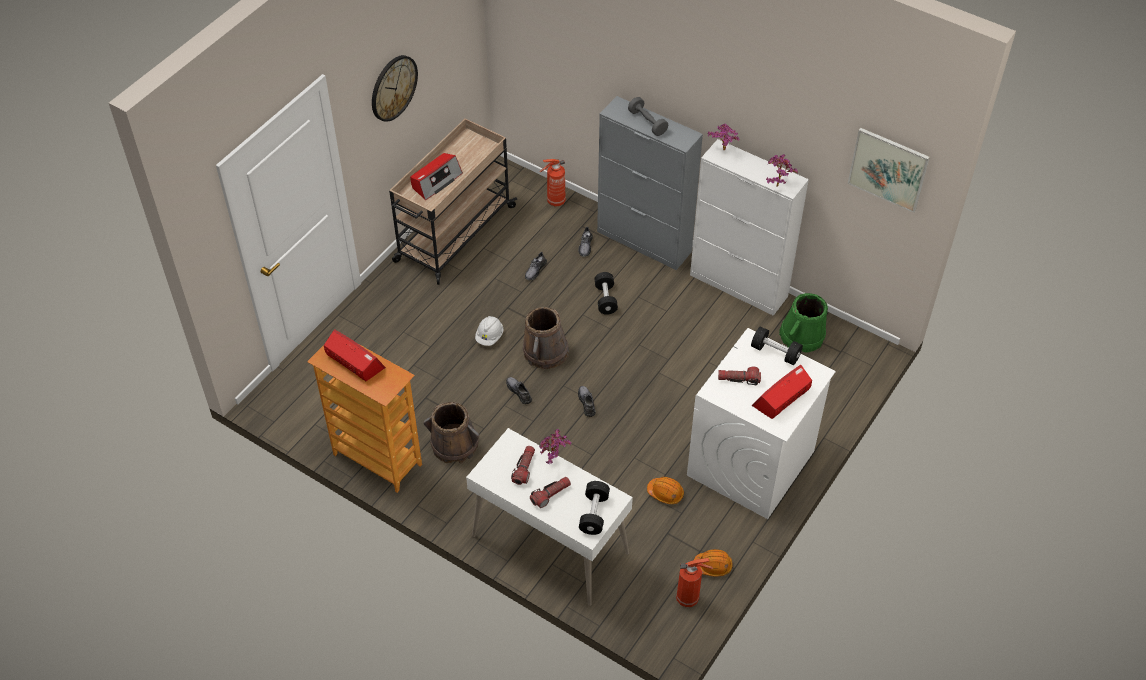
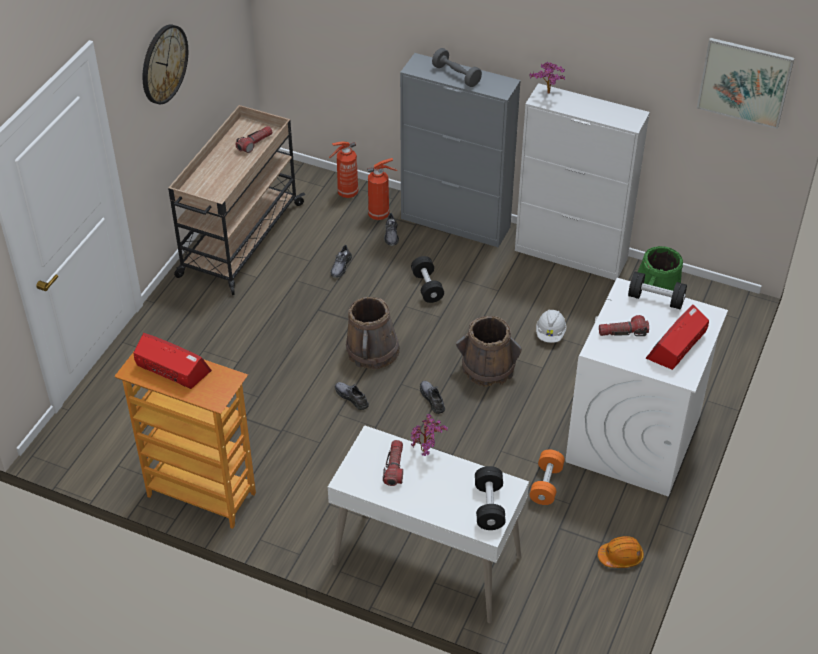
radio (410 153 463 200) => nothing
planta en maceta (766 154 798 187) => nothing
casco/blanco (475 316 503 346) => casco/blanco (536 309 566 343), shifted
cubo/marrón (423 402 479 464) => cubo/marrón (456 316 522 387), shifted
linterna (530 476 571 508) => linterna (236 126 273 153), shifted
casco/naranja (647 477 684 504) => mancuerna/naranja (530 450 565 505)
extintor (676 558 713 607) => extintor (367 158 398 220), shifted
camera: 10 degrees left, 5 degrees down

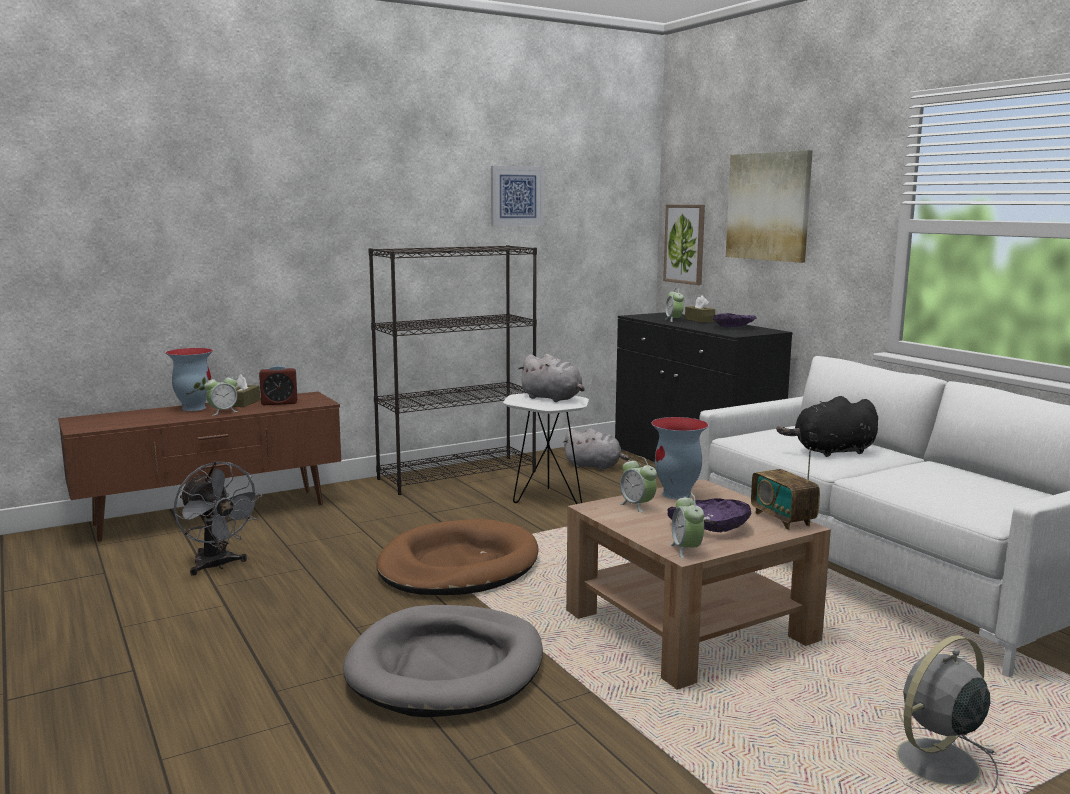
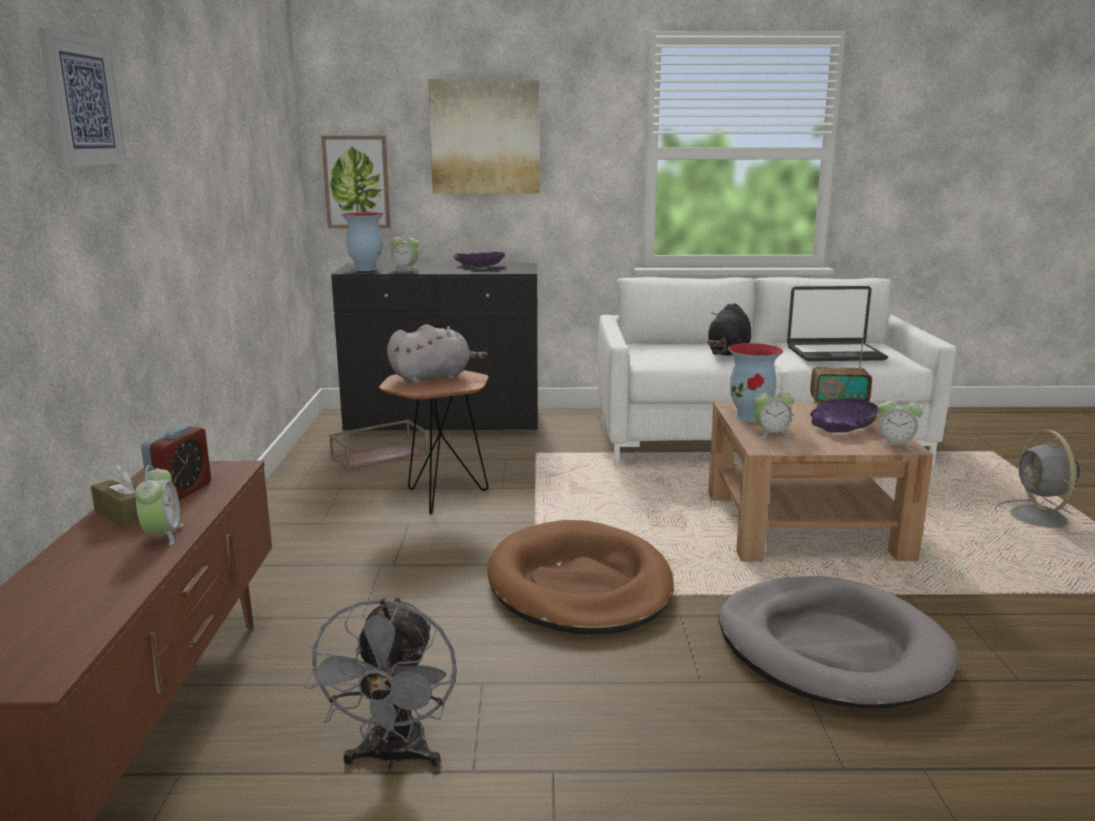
cuadro (491 166 544 226) => cuadro (38 28 127 166), shifted
estantería/negro (368 245 537 495) => nothing
caja de pañuelos/marrón (685 295 715 323) => nothing
florero (166 348 213 411) => florero (341 212 384 271), shifted
mesa auxiliar/blanco (503 393 589 504) => mesa auxiliar/marrón (379 370 489 515)
peluche/gris (563 428 630 470) => bandeja/marrón (329 420 428 470)
ventilador/gris (174 461 263 576) => ventilador/gris (304 597 457 770), 105 degrees clockwise
nothing => portátil (787 286 888 361)
camera: 60 degrees left, 5 degrees up

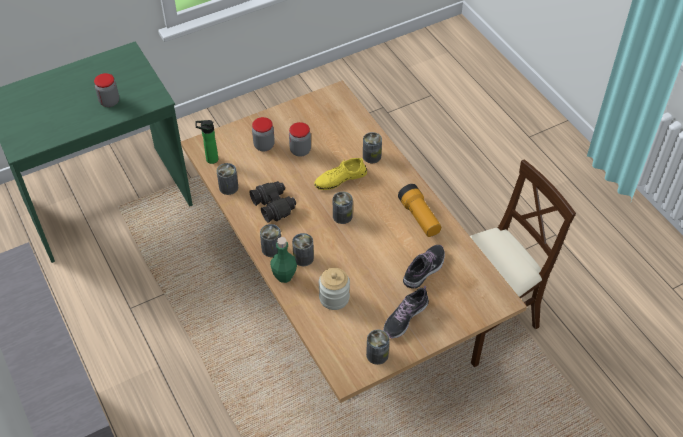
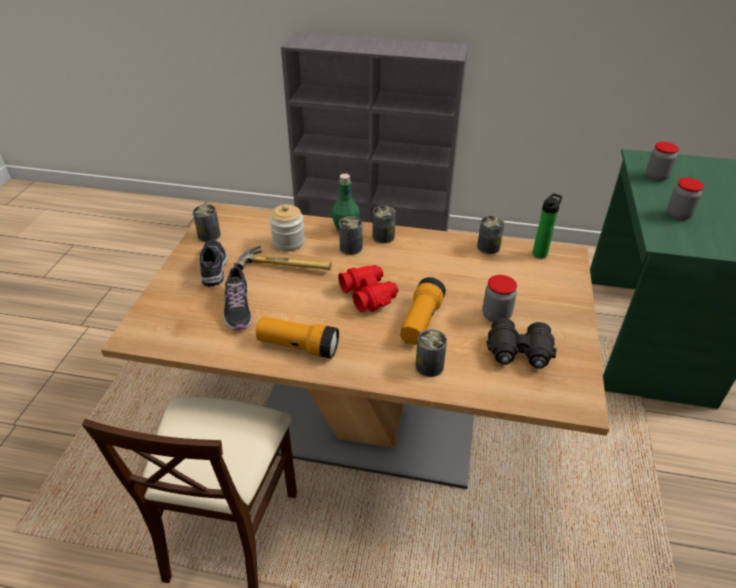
tarro (252 117 275 151) => tarro (646 142 679 181), shifted
zapato/amarillo (314 158 367 190) => linterna (400 277 446 344)
prismáticos/negro (249 181 296 222) => prismáticos/negro (487 318 557 369), shifted
lata (333 192 353 224) => prismáticos/rojo (338 265 398 312)
nothing => martillo (237 245 332 270)
camera: 130 degrees right, 10 degrees down

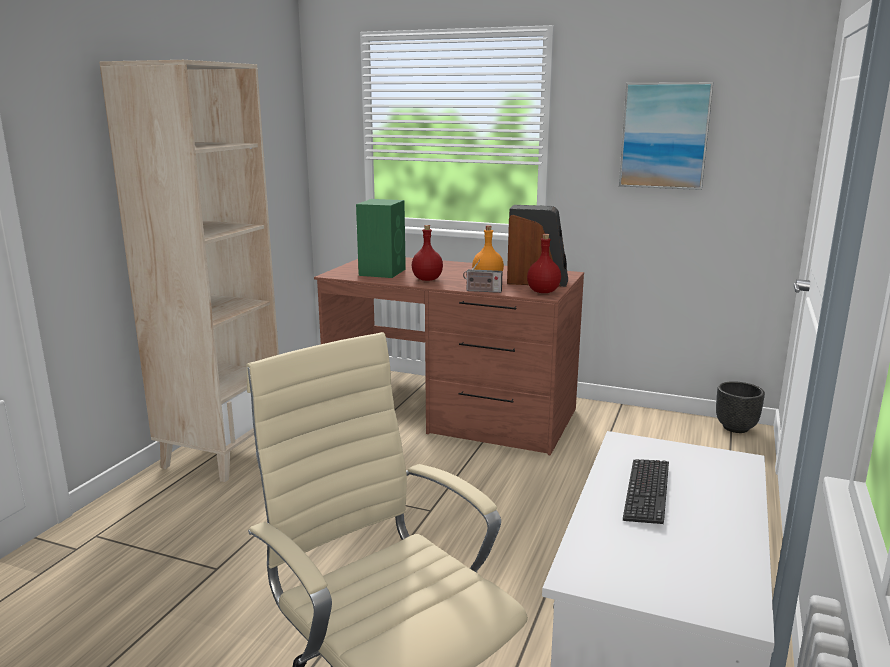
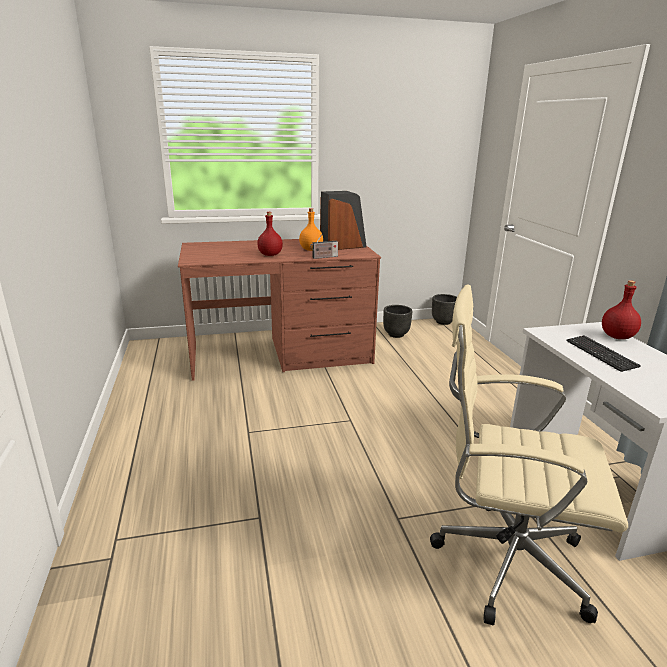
estantería/beis (99 60 279 482) => nothing
cuadro (619 82 713 190) => nothing
altavoz/verde (356 199 406 278) => nothing
botella/rojo (527 234 561 293) => botella/rojo (602 280 641 339), shifted
nothing => maceta/negro (383 305 412 338)
camera: 35 degrees left, 5 degrees up

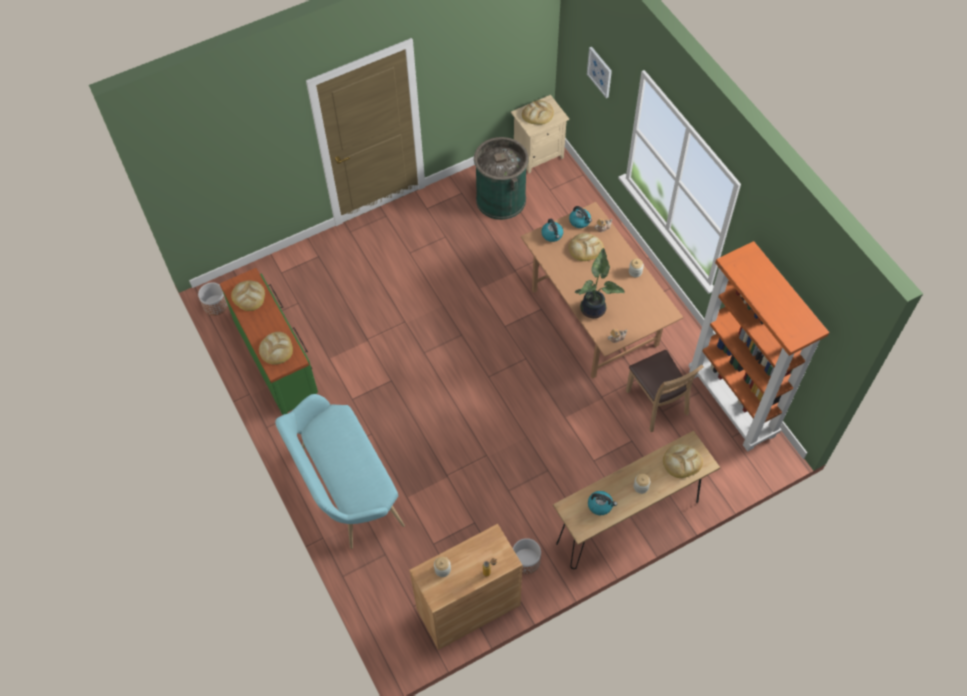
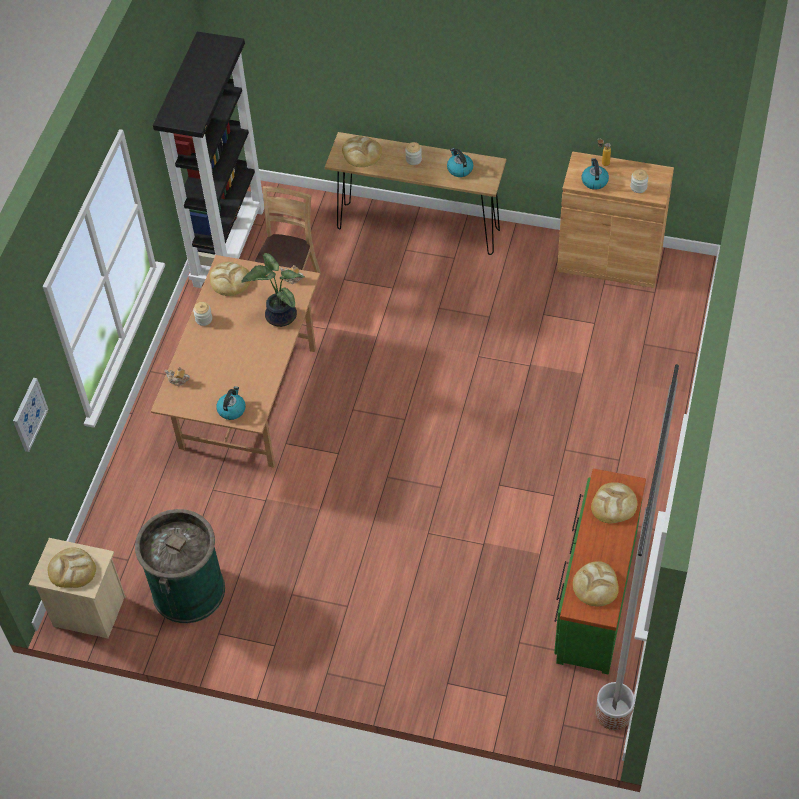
hervidor (569 206 592 228) => hervidor (582 158 609 190), shifted
pan (568 233 604 261) => pan (210 262 251 296), shifted
estantería/naranja (688 241 829 451) => estantería/negro (153 32 264 288)
banco/turquesa (275 394 405 549) => nothing
maceta (513 538 541 575) => nothing
camera: 135 degrees left, 5 degrees down

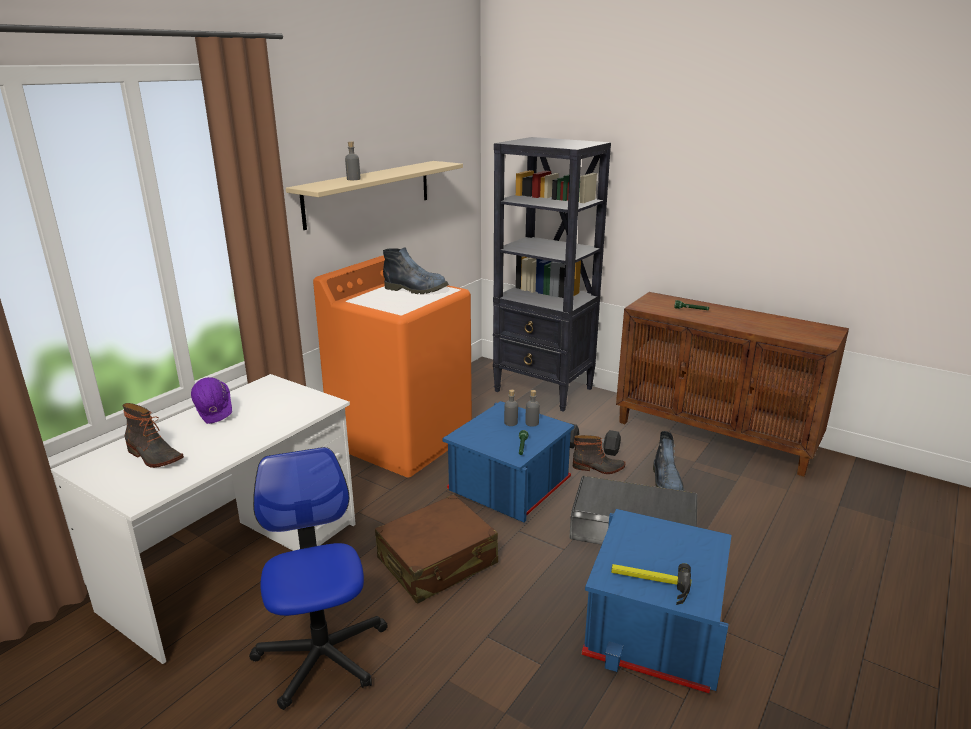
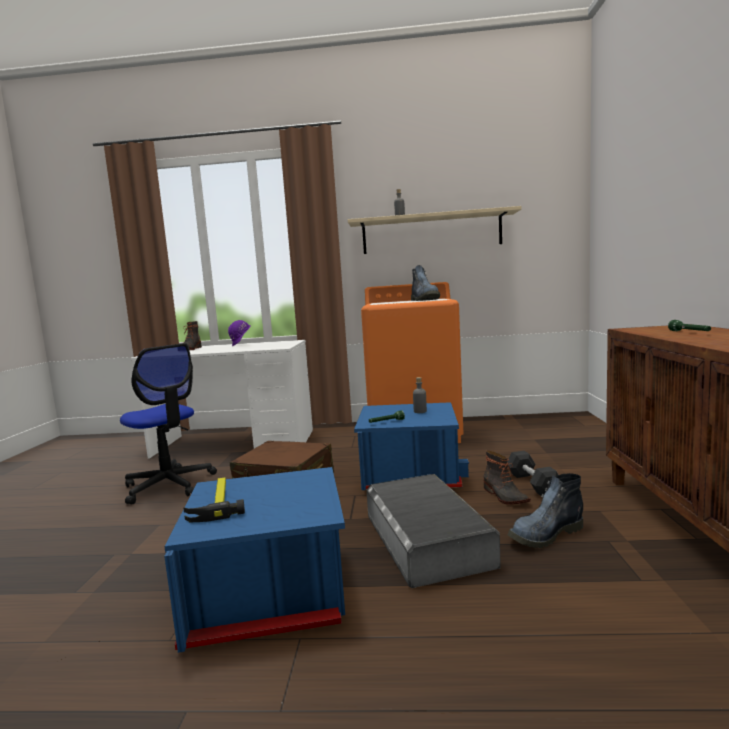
estantería/negro (493 137 611 412) => nothing
botella/gris (525 390 540 427) => nothing
silla de oficina (249 447 388 710) => silla de oficina (120 343 217 504), 90 degrees clockwise
camera: 60 degrees right, 15 degrees down

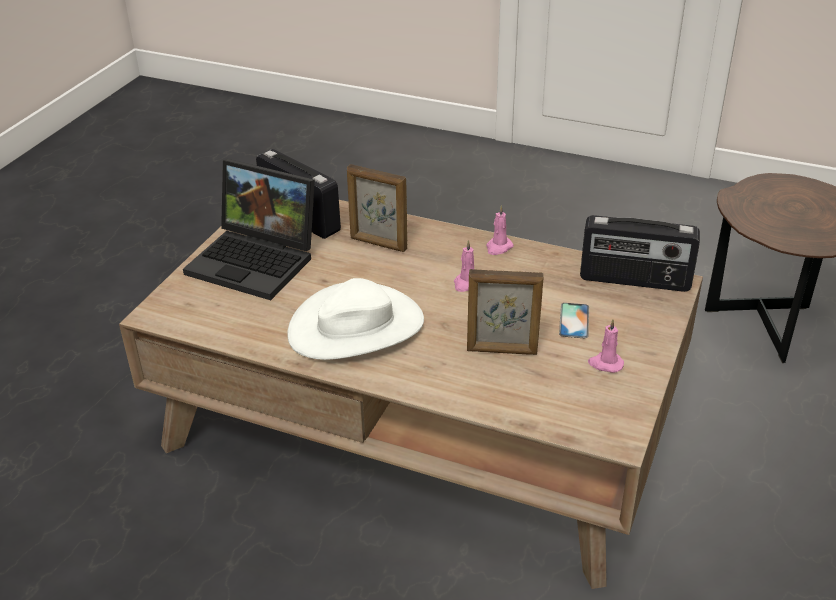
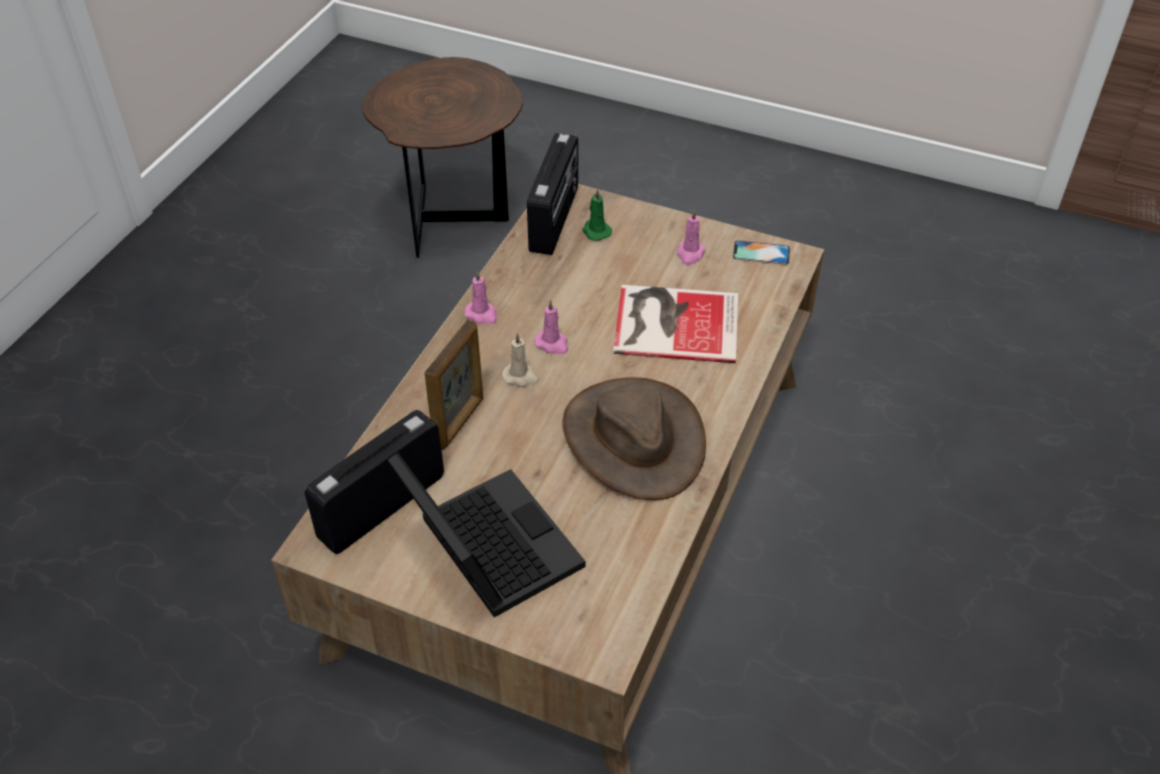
portátil (183 159 315 300) => portátil (388 453 585 617), 60 degrees counterclockwise
portarretratos (467 269 543 355) => libro (613 285 738 363)
sombrero/blanco (287 278 424 360) => sombrero/marrón (562 377 706 500)
móvil (559 303 589 339) => móvil (733 240 790 265), shifted
nothing => vela/verde (582 188 612 241)
nothing => vela/beis (502 333 539 387)
camera: 90 degrees left, 10 degrees up

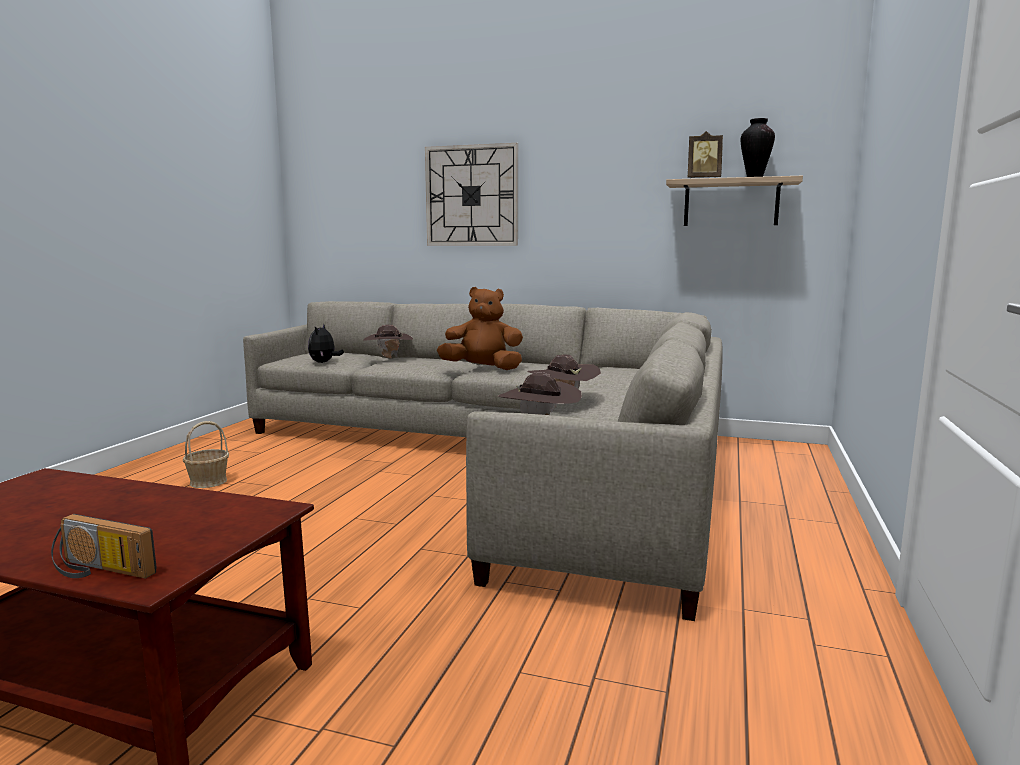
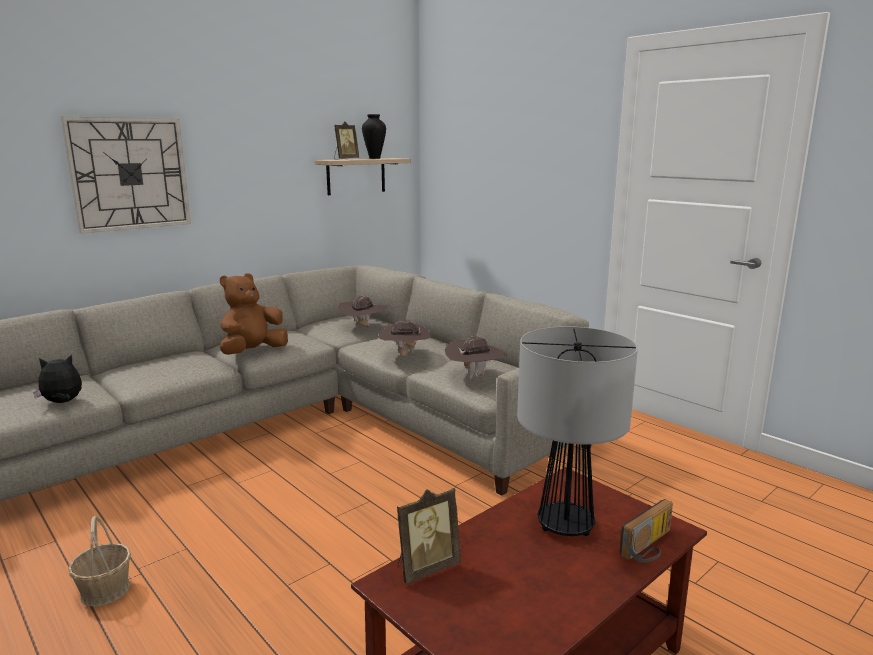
peluche (308 324 344 363) => peluche (33 354 82 403), 120 degrees clockwise
sombrero/marrón (363 325 413 358) => sombrero/marrón (338 296 389 327), shifted
nothing => lámpara de mesa (517 326 638 536)
nothing => portarretratos (397 488 461 584)
camera: 60 degrees left, 5 degrees up

